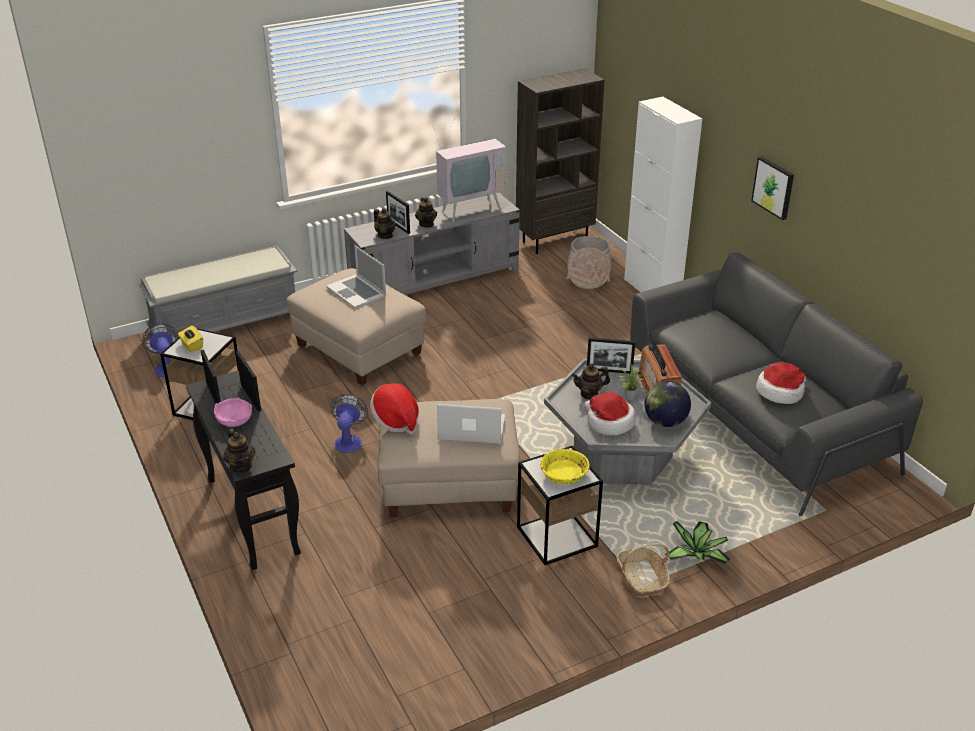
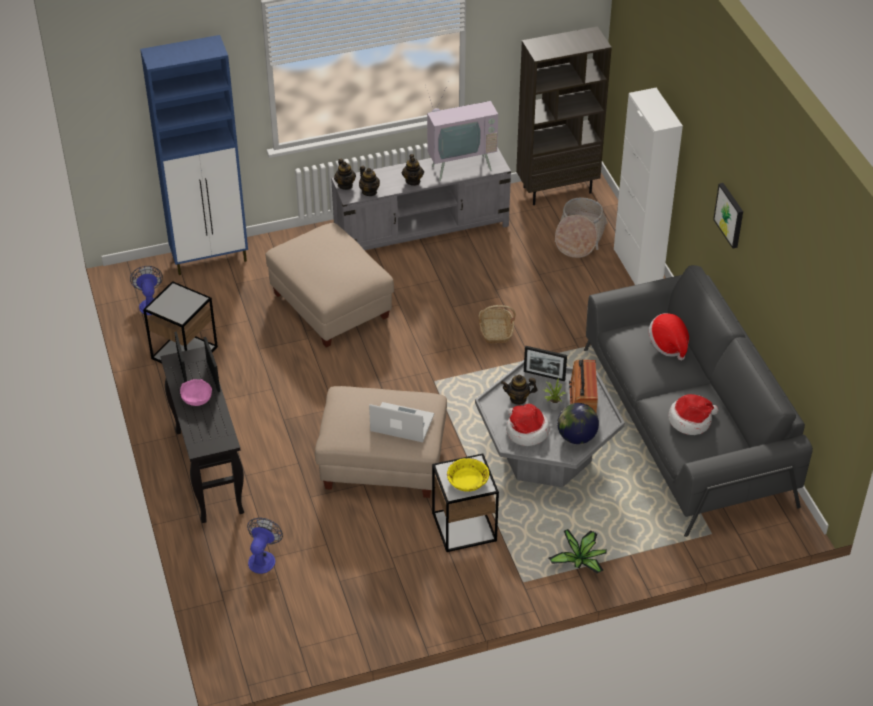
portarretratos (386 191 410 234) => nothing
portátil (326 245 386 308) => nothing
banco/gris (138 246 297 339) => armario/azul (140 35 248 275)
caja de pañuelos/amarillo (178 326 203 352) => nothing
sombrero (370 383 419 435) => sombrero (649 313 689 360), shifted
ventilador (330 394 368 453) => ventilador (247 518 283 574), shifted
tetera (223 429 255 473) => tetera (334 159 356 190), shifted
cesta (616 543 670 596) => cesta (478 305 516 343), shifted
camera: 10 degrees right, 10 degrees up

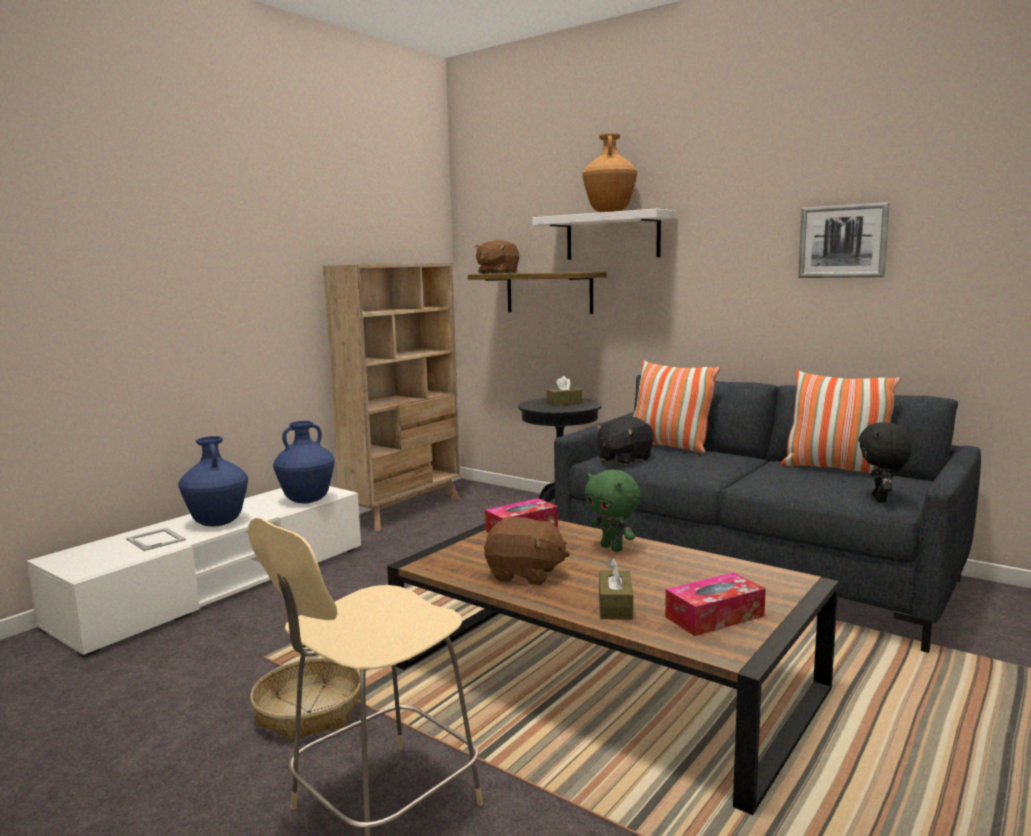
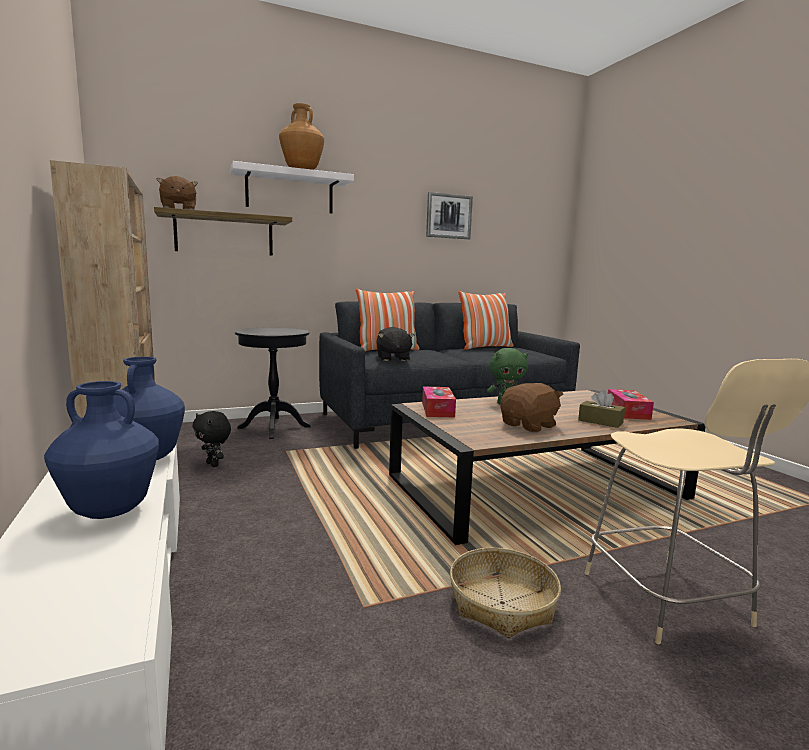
caja de pañuelos/marrón (547 376 583 406) => nothing
peluche/negro (858 422 912 503) => peluche/negro (192 411 231 467), shifted
portarretratos (126 528 186 551) => nothing
camera: 60 degrees left, 0 degrees up

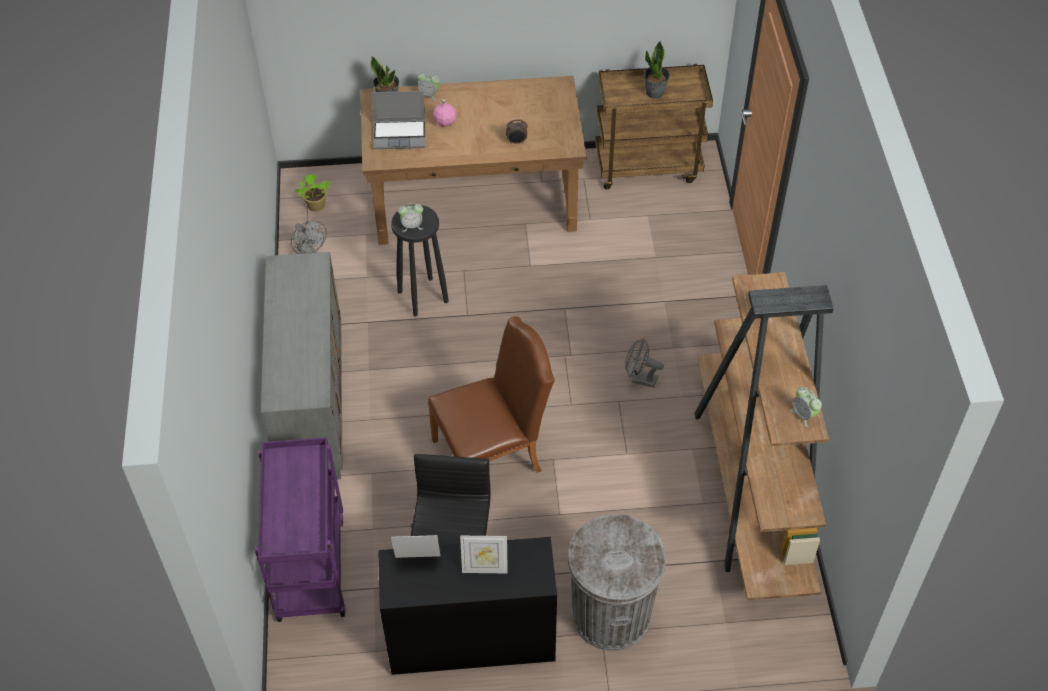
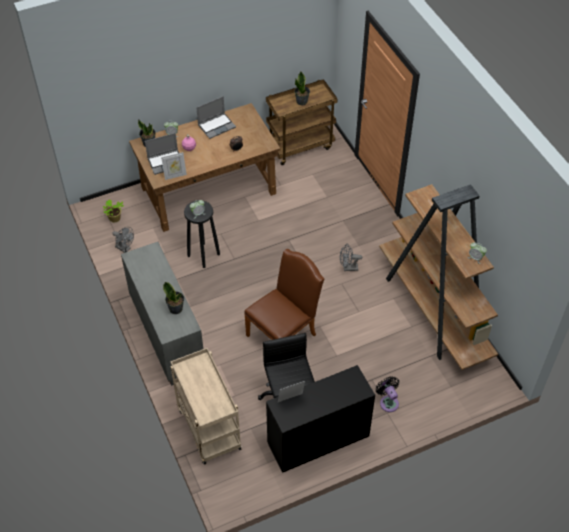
carrito/morado (255 437 346 622) => carrito/beis (170 348 241 465)
papelera/gris (567 514 666 651) => ventilador/negro (376 376 399 412)
portarretratos (460 536 508 574) => portarretratos (161 152 187 180), shifted
nothing => portátil (196 96 236 139)
nothing => planta en maceta (163 282 184 314)
camera: 20 degrees left, 0 degrees up

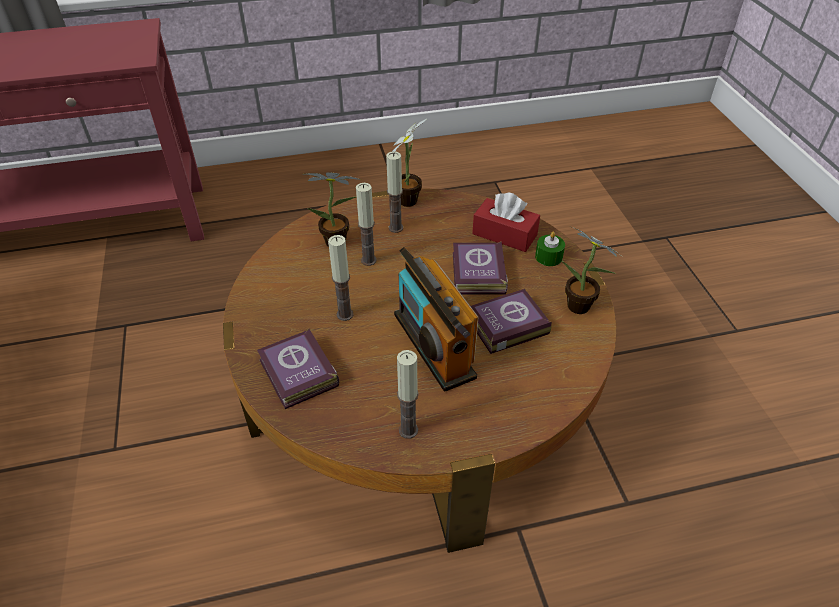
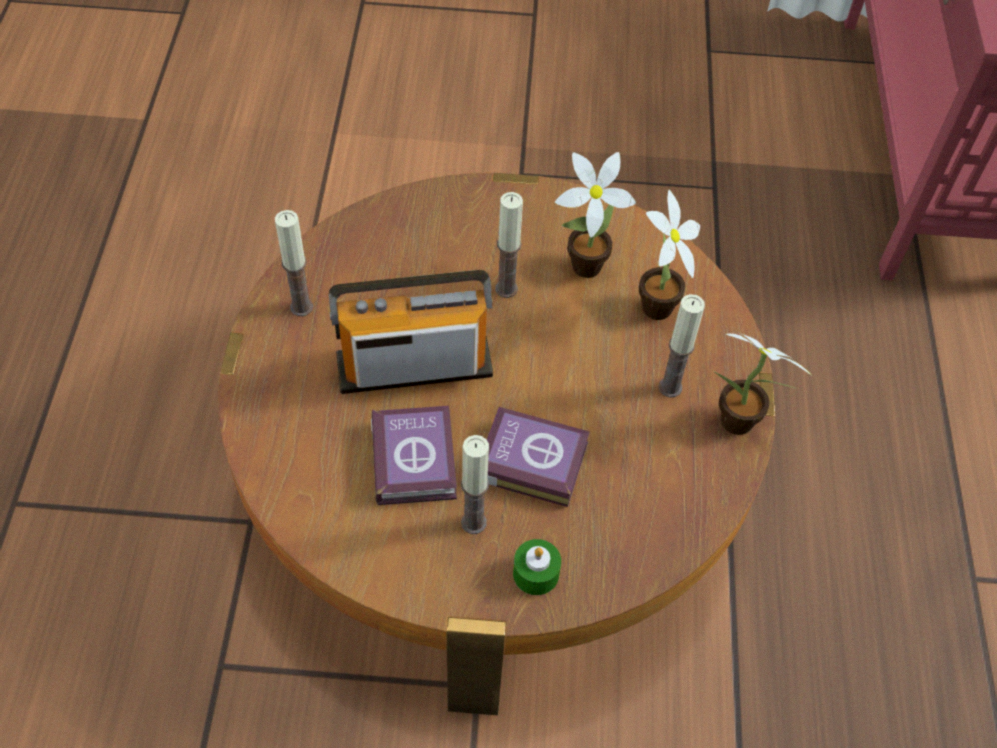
vela (356 183 377 266) => vela (461 435 489 534), shifted
caja de pañuelos/rojo (472 192 540 252) => nothing
planta en maceta (561 227 625 314) => planta en maceta (555 152 636 278), shifted
libro (257 328 339 409) => nothing
camera: 105 degrees right, 10 degrees up

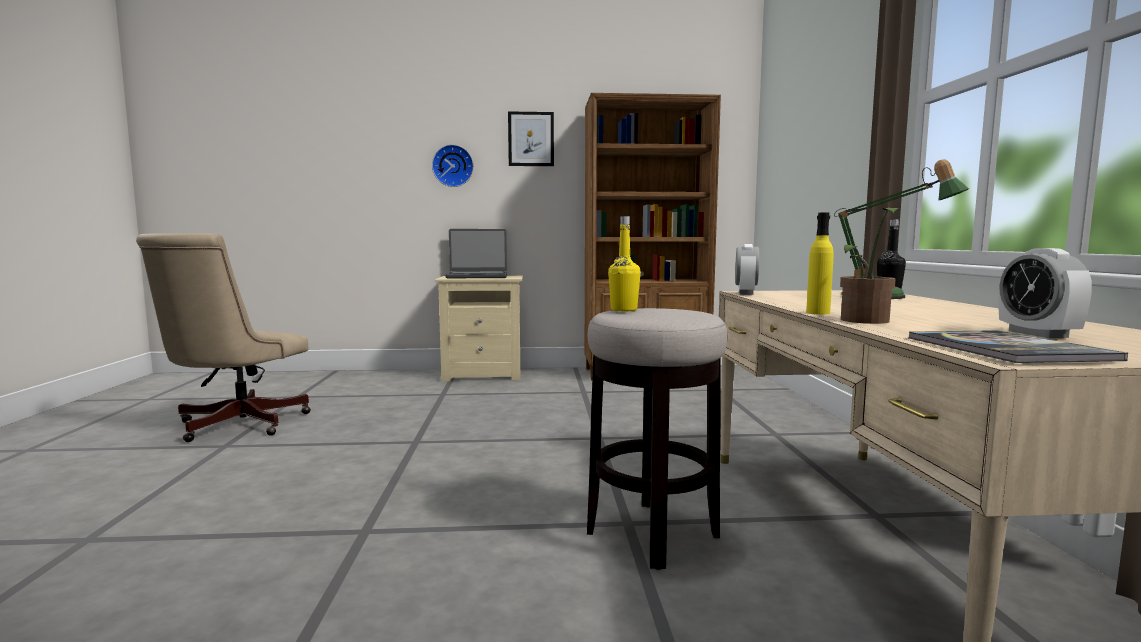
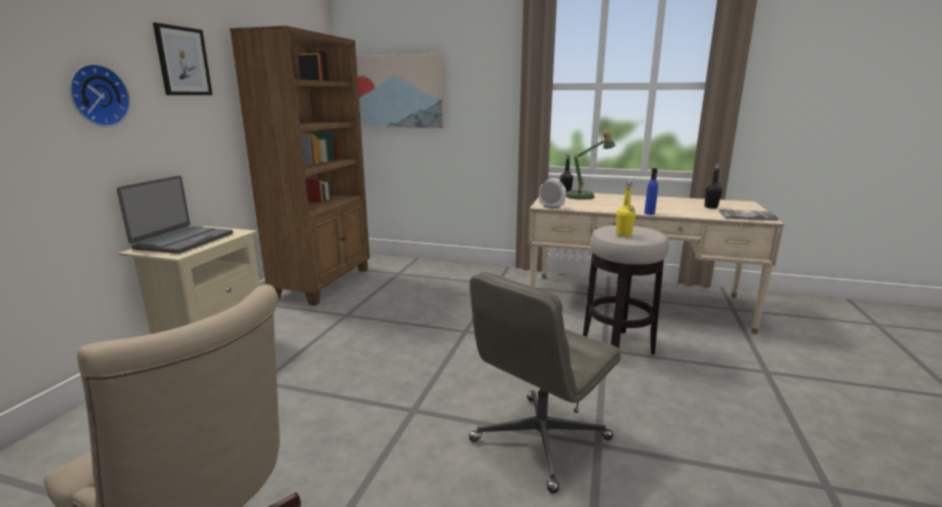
planta en maceta (840 207 899 324) => nothing
botella/amarillo (806 212 833 315) => botella/azul (644 168 658 215)
despertador (998 248 1092 338) => botella/negro (705 164 722 209)
nothing => cuadro (356 54 444 128)
nothing => silla de oficina/gris (469 272 621 493)
camera: 70 degrees left, 10 degrees up

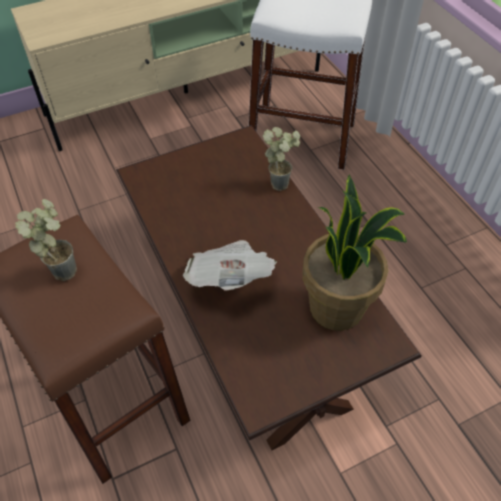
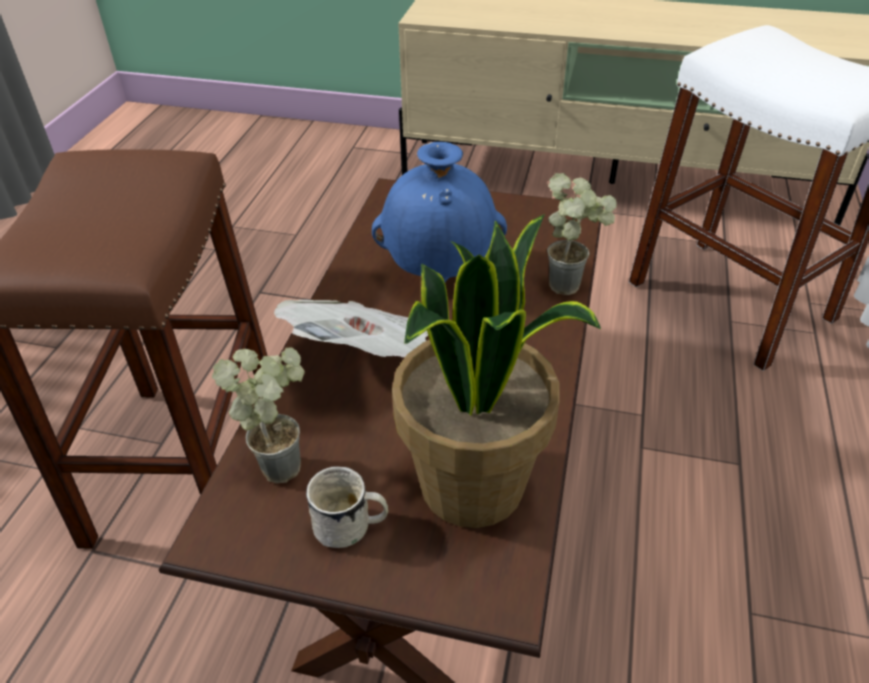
planta en maceta (15 199 77 281) => planta en maceta (212 348 305 483), shifted
nothing => florero/azul (372 142 507 282)
nothing => taza grande/blanco (306 467 388 548)
camera: 40 degrees right, 10 degrees down

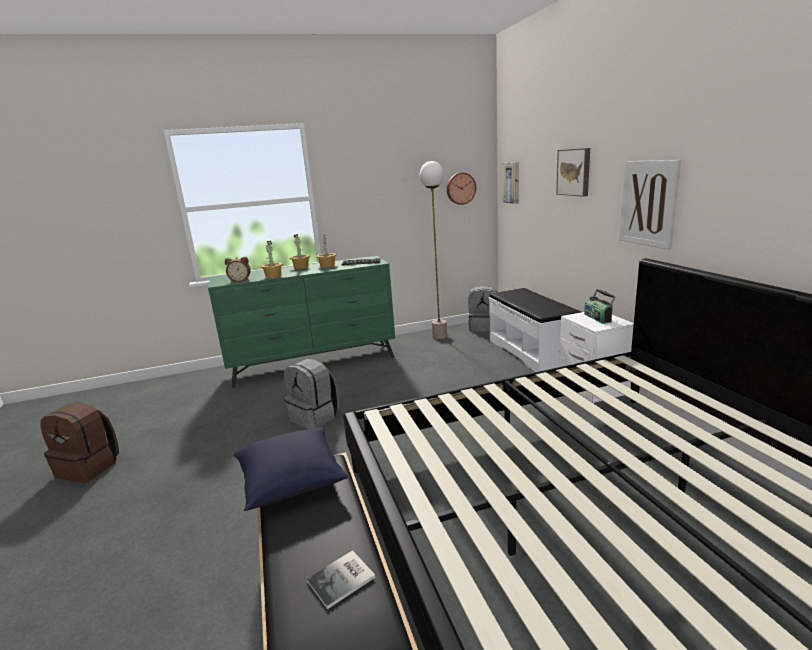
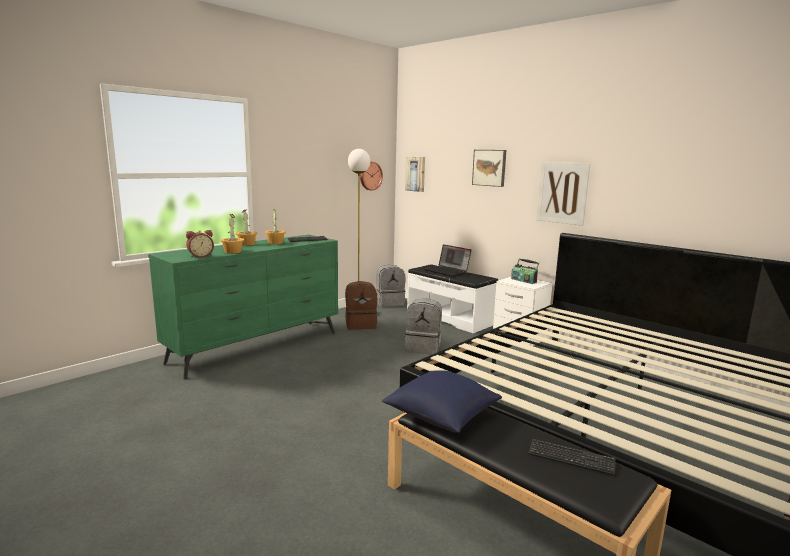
mochila/gris (284 359 339 429) => mochila/gris (405 299 442 355), shifted
mochila/marrón (40 402 119 483) => mochila/marrón (345 281 378 330), shifted
libro (306 550 375 609) => teclado (529 439 615 476)
nothing => portátil (425 244 471 276)
camera: 30 degrees left, 5 degrees down

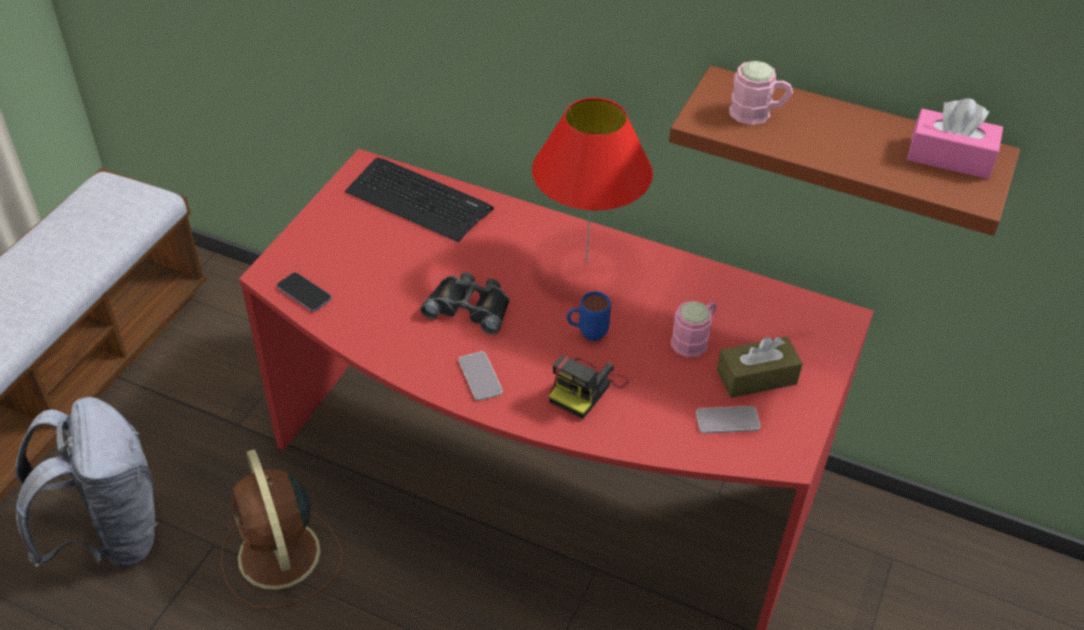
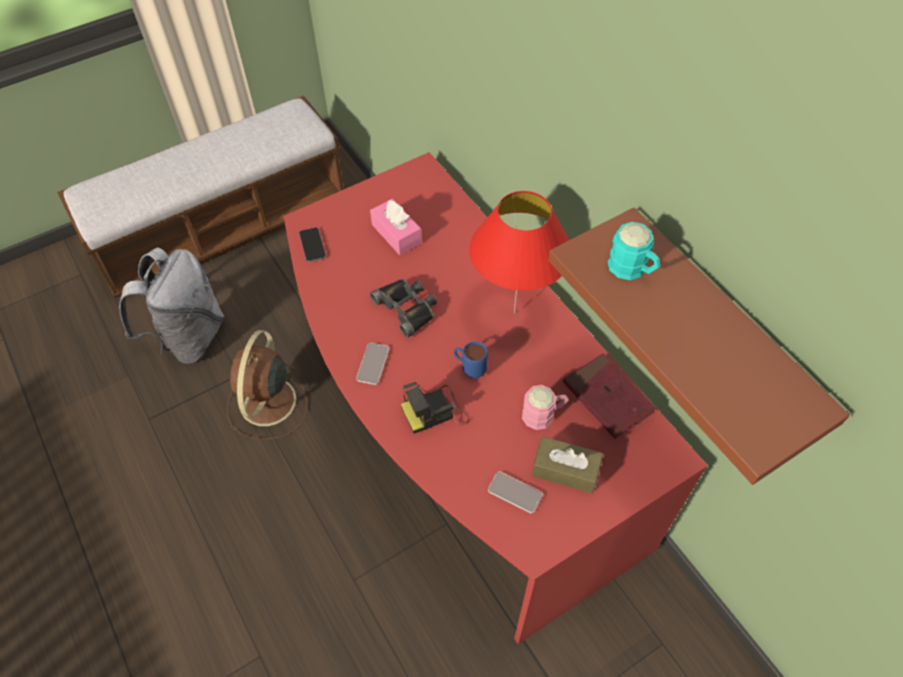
taza grande/rosa (729 61 793 125) => taza grande/turquesa (608 222 660 280)
caja de pañuelos/rosa (907 98 1003 179) => caja de pañuelos/rosa (370 199 422 255), shifted
teclado (345 157 494 242) => nothing
nothing => libro/rojo (563 354 656 439)
camera: 35 degrees right, 10 degrees up

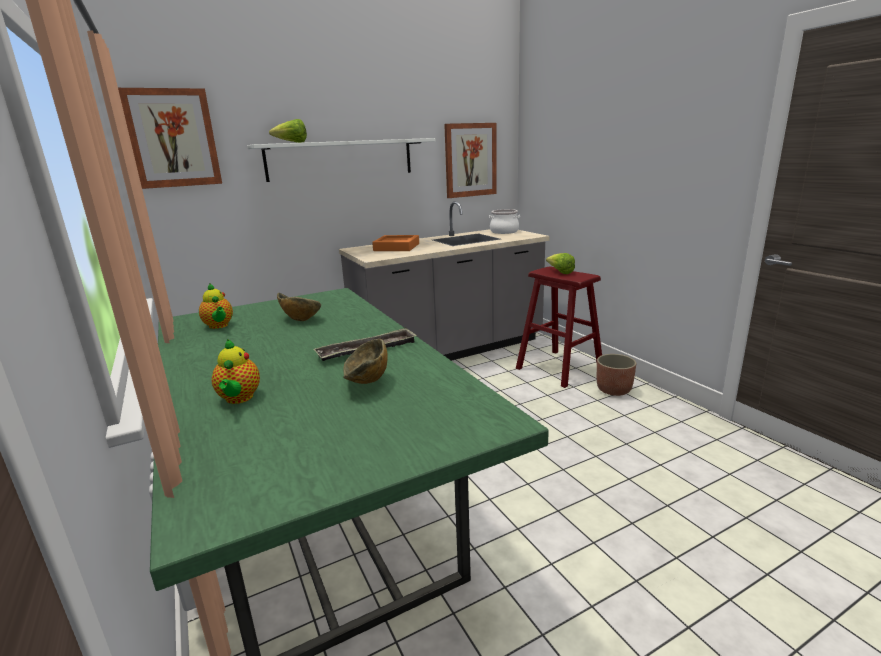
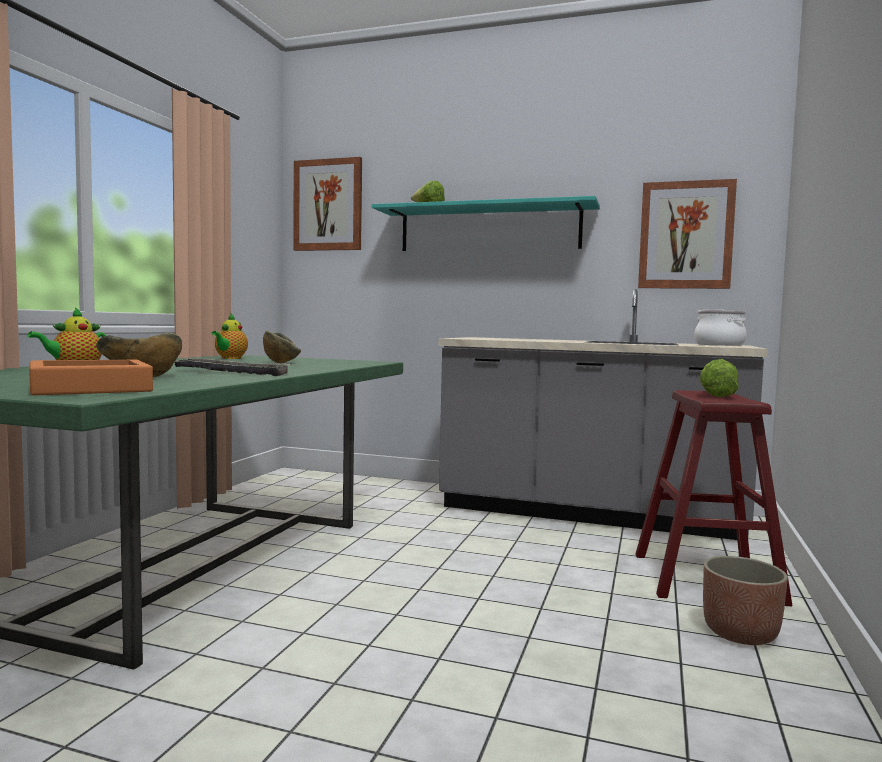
estante/blanco (247 138 436 182) => estante/turquesa (372 196 600 251)
bandeja/naranja (372 235 419 251) => bandeja/naranja (29 360 153 395), shifted
camera: 45 degrees right, 15 degrees down

